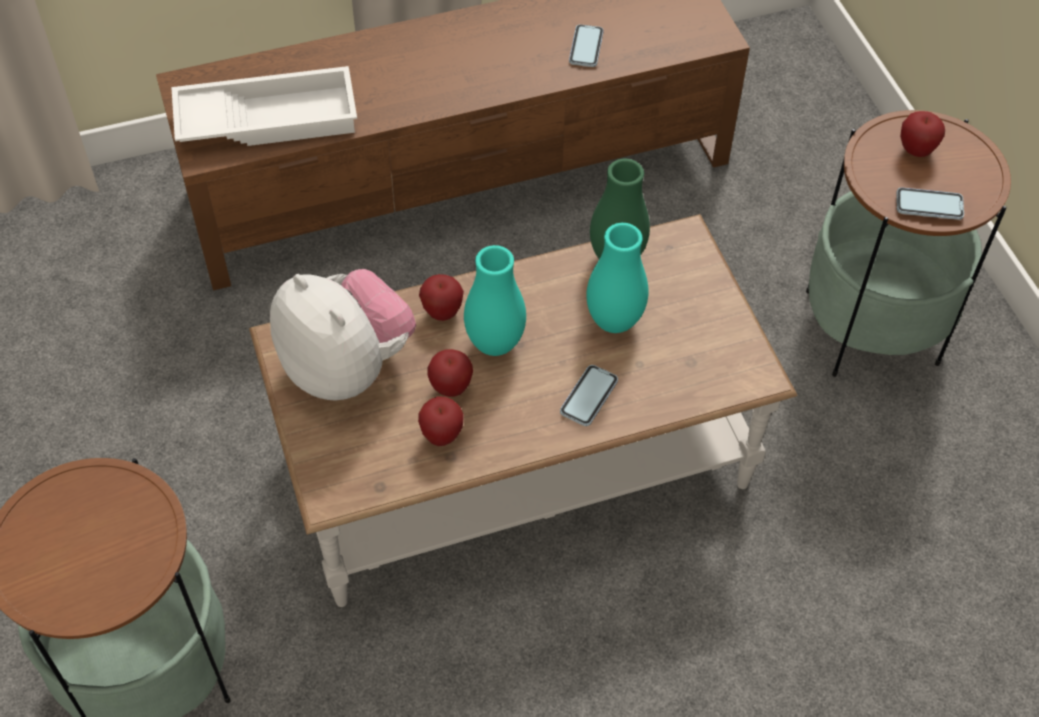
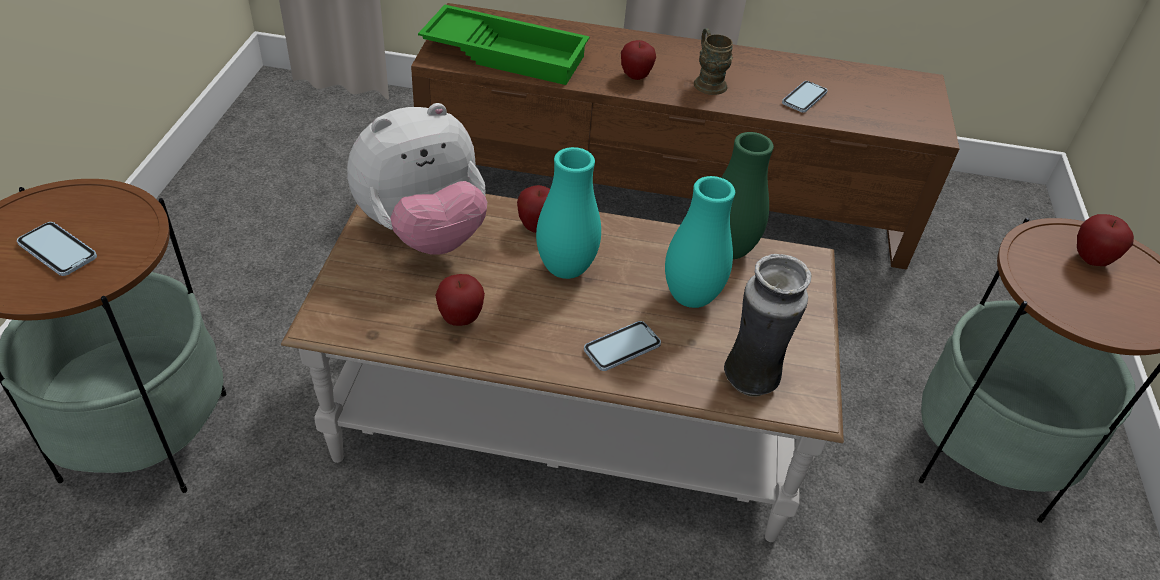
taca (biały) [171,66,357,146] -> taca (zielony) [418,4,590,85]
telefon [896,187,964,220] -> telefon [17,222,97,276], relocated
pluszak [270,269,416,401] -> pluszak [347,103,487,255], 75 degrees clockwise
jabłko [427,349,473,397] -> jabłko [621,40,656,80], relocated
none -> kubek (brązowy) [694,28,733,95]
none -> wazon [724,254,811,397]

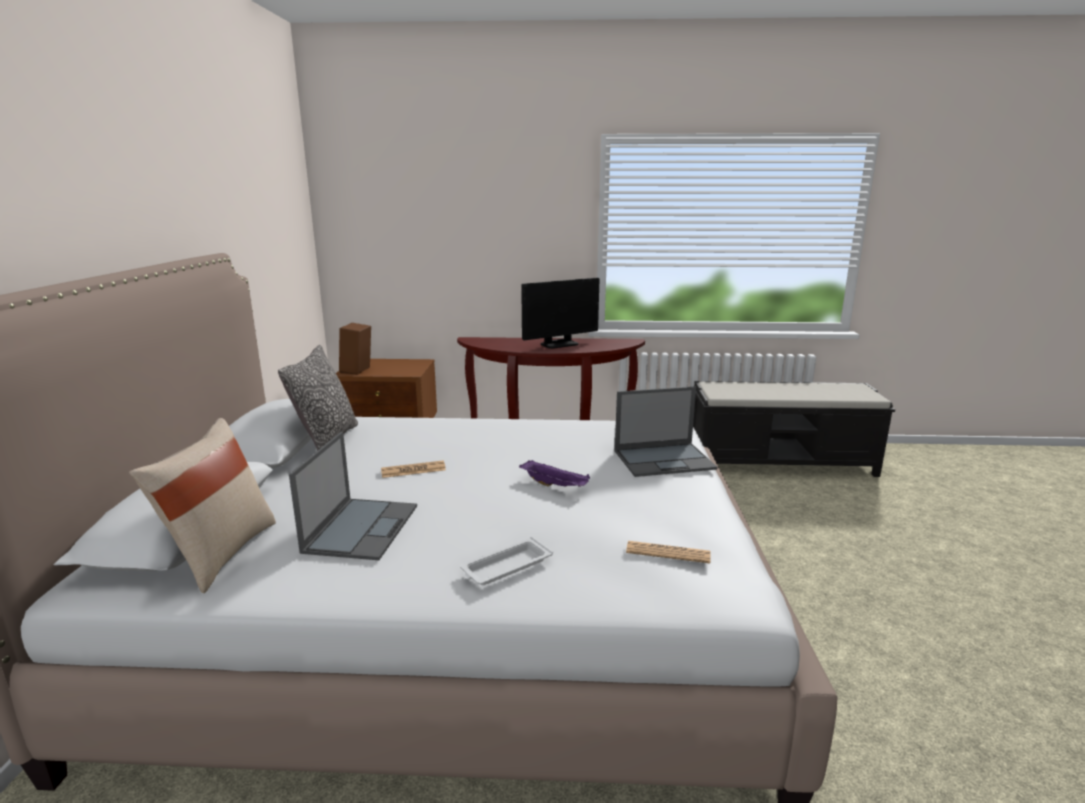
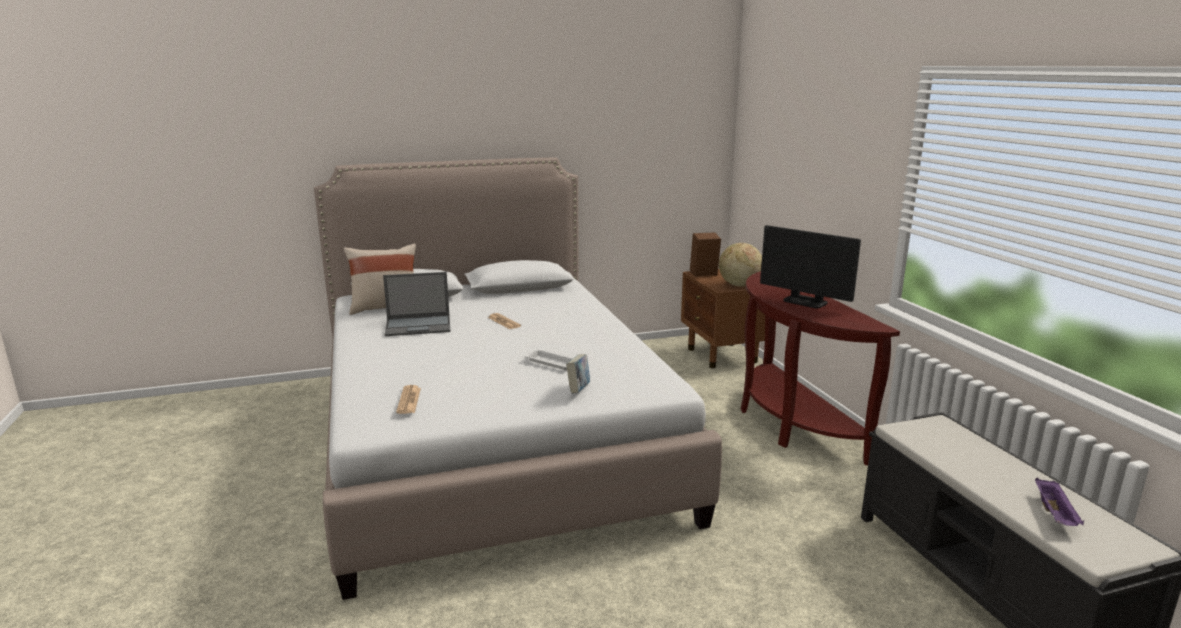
poduszka [278,345,358,451] -> none
laptop [615,386,717,477] -> książka [566,354,590,394]
taca (fioletowy) [519,460,590,487] -> taca (fioletowy) [1035,478,1084,526], relocated
taca (biały) [460,537,553,585] -> taca (biały) [524,349,573,370], relocated
none -> globus [719,243,762,287]

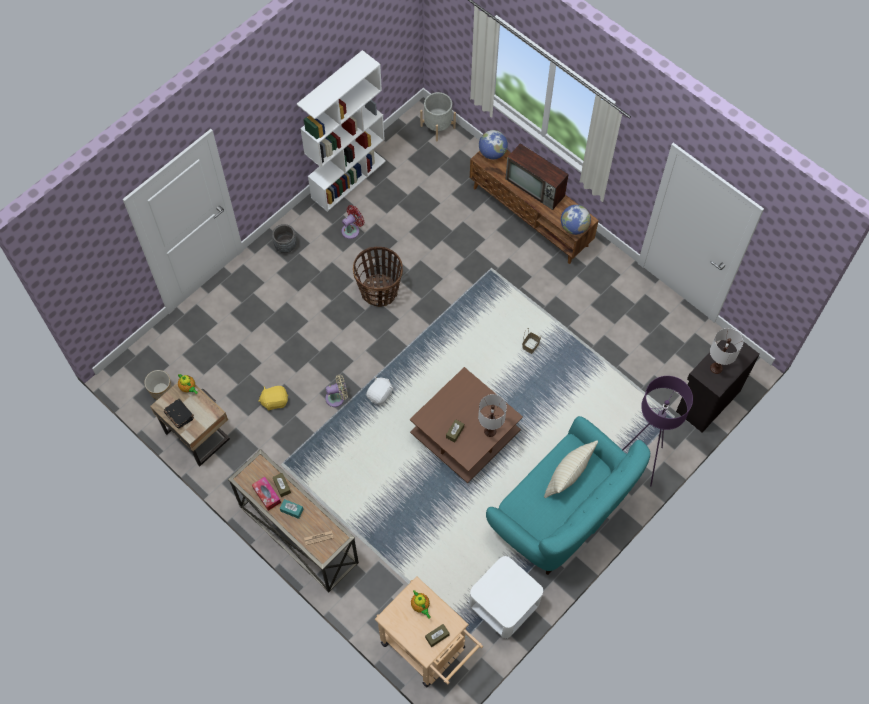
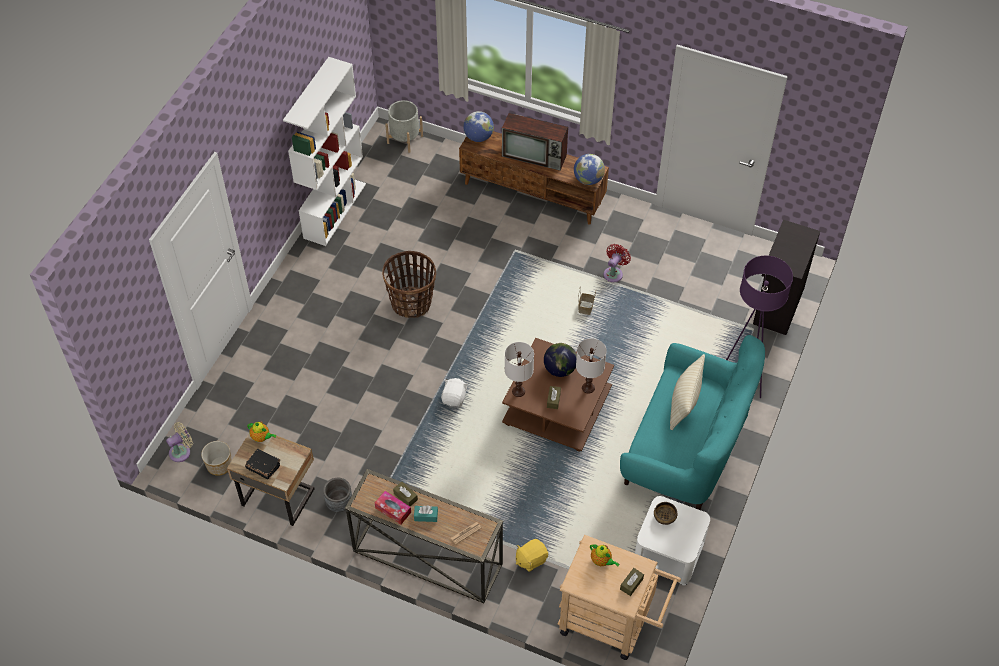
wentylator (czerwony) [341,205,364,239] -> wentylator (czerwony) [603,244,631,282], relocated
donica (szary) [272,224,297,253] -> donica (szary) [323,478,352,512], relocated
lampa stołowa (biały) [710,328,743,374] -> lampa stołowa (biały) [505,342,534,397], relocated
wentylator (beżowy) [325,375,348,407] -> wentylator (beżowy) [166,422,193,462], relocated
pluszak (żółty) [258,386,288,411] -> pluszak (żółty) [516,539,548,572], relocated
none -> globus [544,343,577,377]
none -> miska [654,502,677,525]

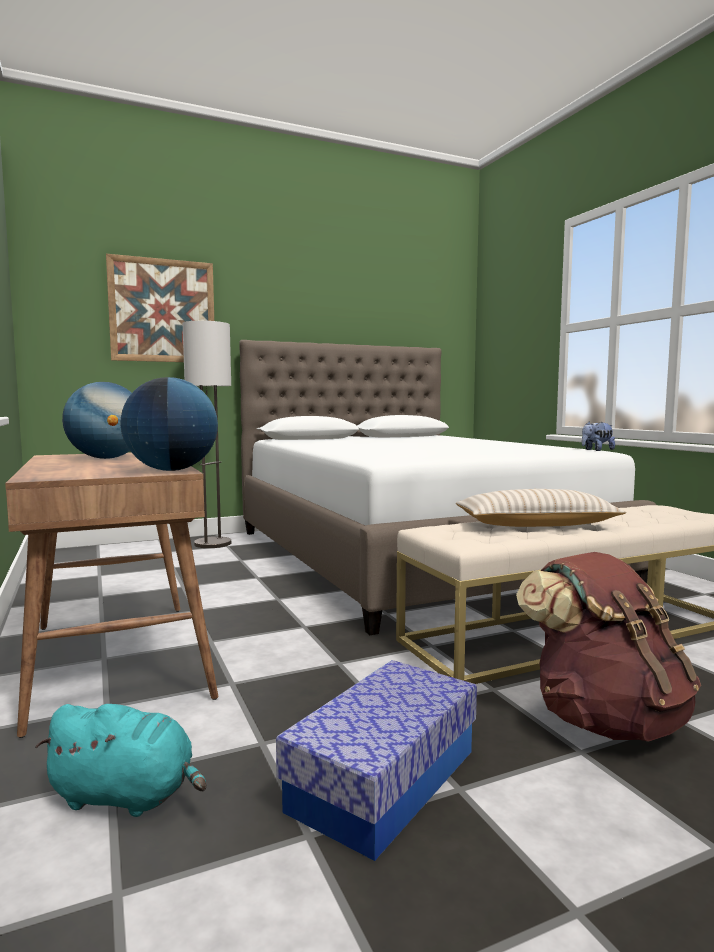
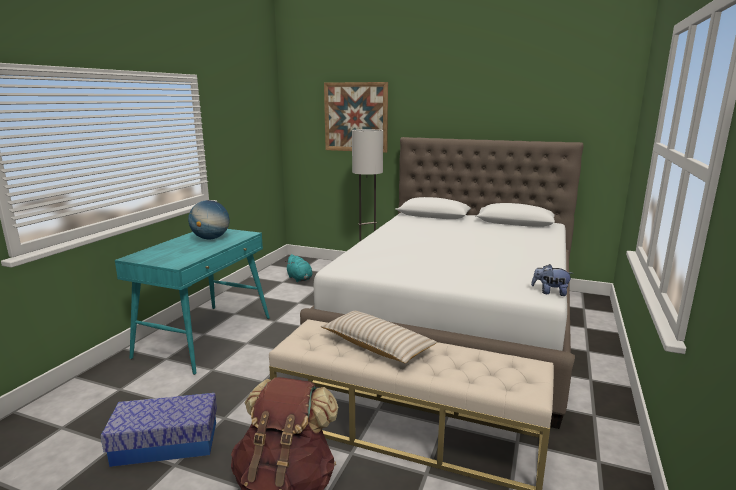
globus [120,377,218,471] -> none
biurko (brązowy) [5,452,218,738] -> biurko (turkusowy) [115,229,270,375]
pluszak (turkusowy) [35,704,206,817] -> pluszak (turkusowy) [285,254,312,282], relocated

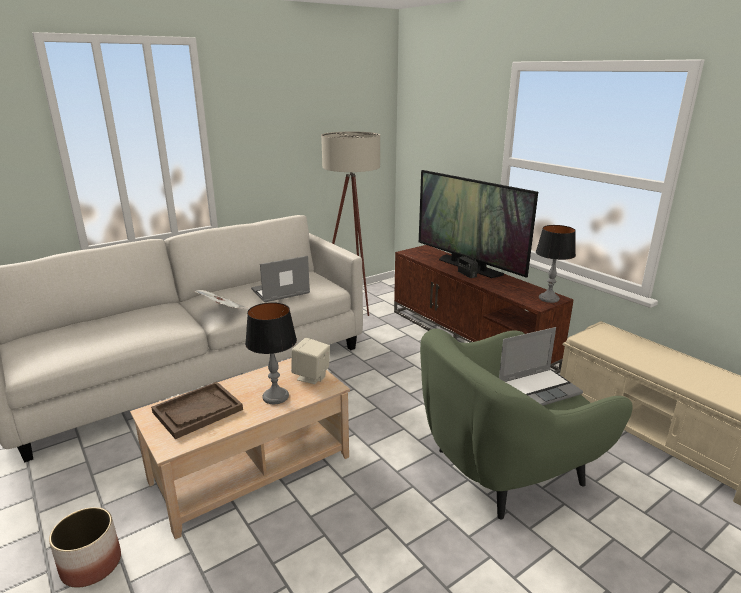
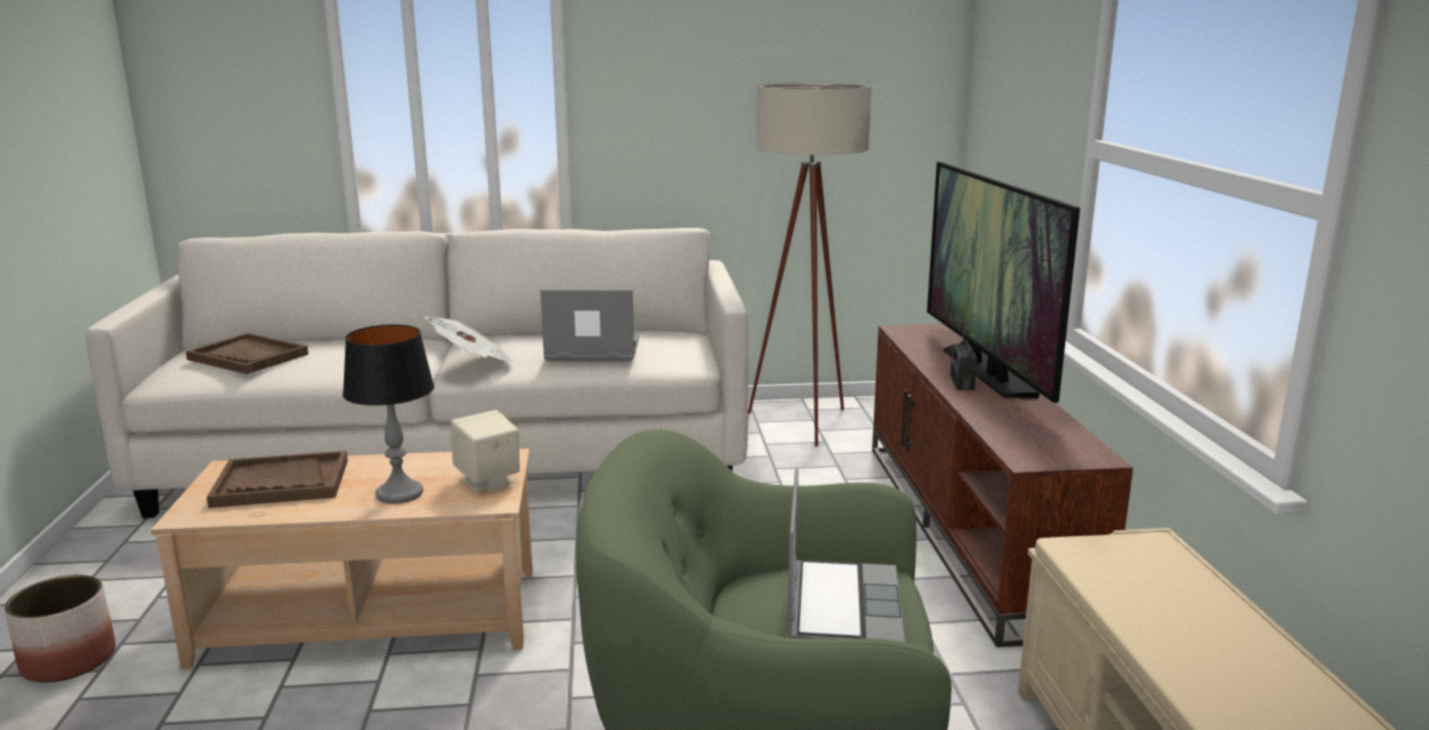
lampa stołowa [536,225,576,303] -> none
laptop [499,327,583,406] -> laptop [787,468,905,642], 90 degrees counterclockwise
none -> taca (brązowy) [186,333,308,374]

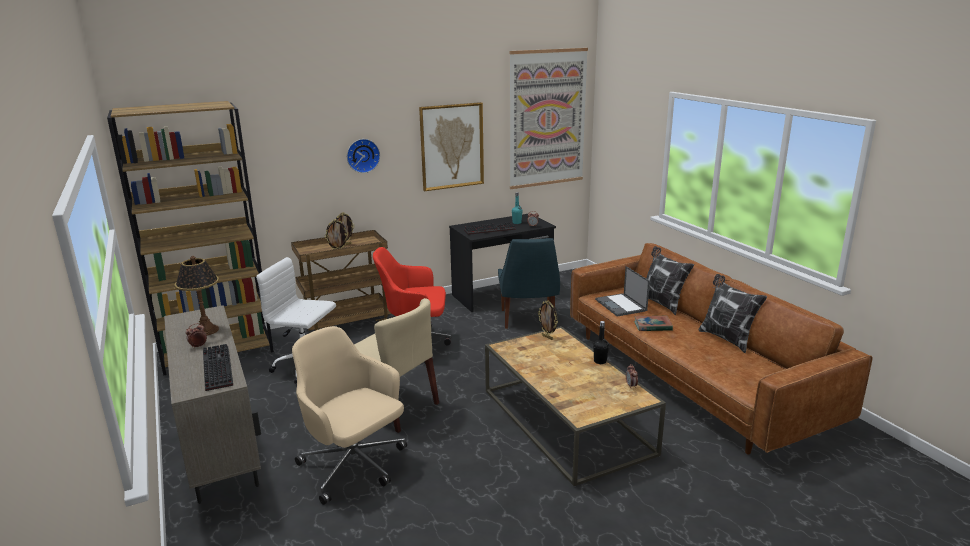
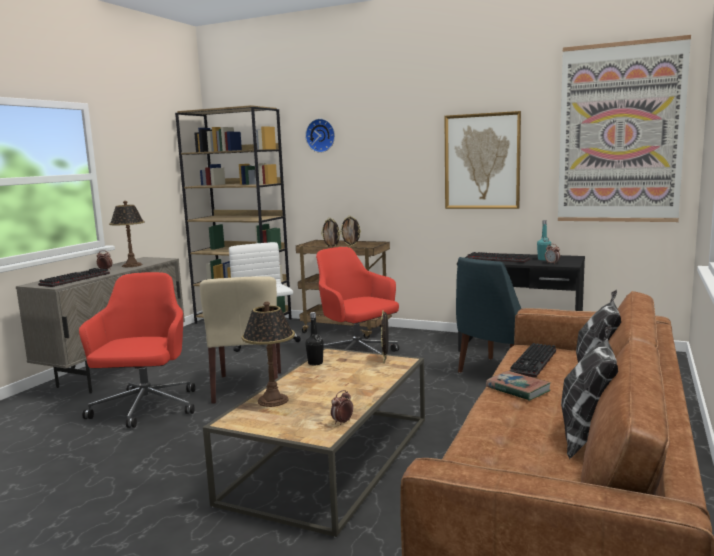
zegar ścienny [347,139,380,173] -> zegar ścienny [305,119,335,153], relocated
laptop [595,266,650,317] -> klawiatura [509,343,556,378]
butelka (czarny) [593,321,609,364] -> butelka (czarny) [305,312,324,366], relocated
krzesło biurowe (beżowy) [292,326,407,505] -> krzesło biurowe (czerwony) [79,272,195,428]
none -> lampa stołowa [242,301,295,407]

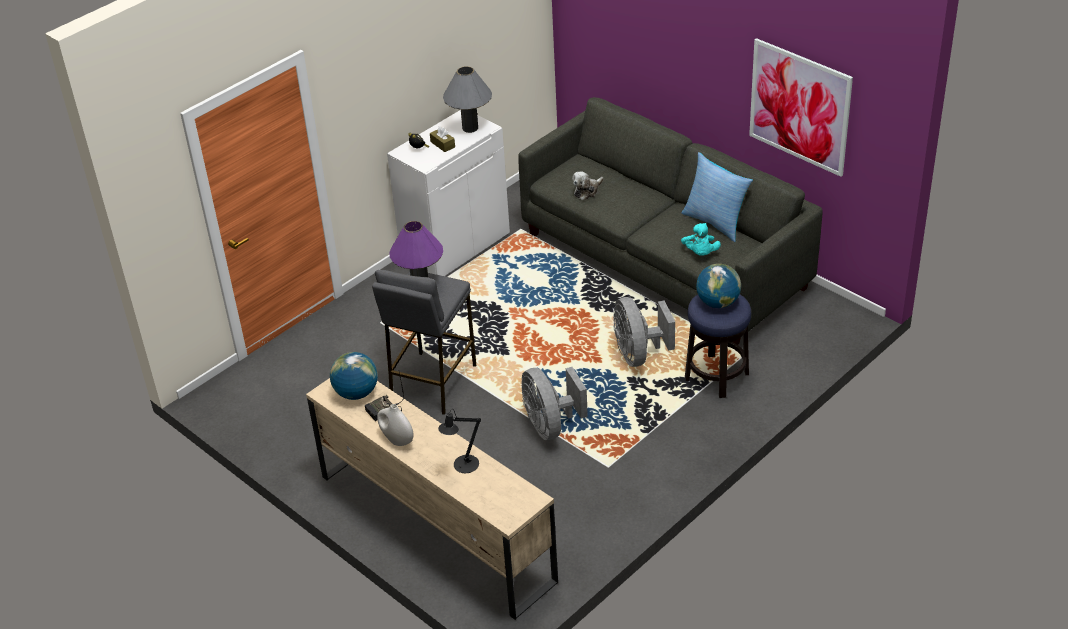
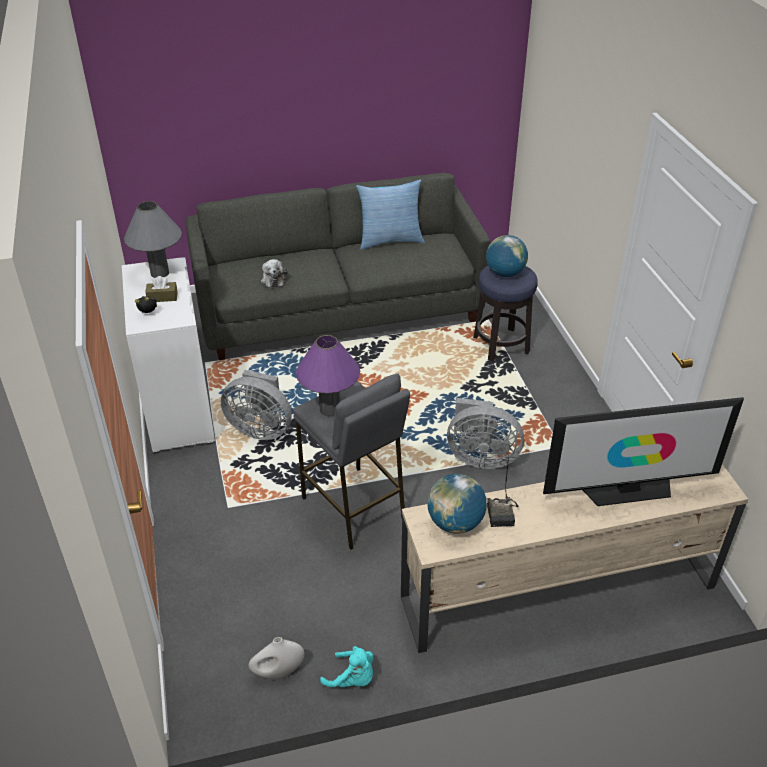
obraz [749,38,853,177] -> none
pluszak (turkusowy) [681,223,721,256] -> pluszak (turkusowy) [320,646,374,687], relocated
wentylator (szary) [613,297,675,367] -> wentylator (szary) [221,370,292,440], relocated
wazon (biały) [377,404,414,446] -> wazon (biały) [249,637,304,680], relocated
lampa stołowa (czarny) [438,409,481,473] -> telewizor [543,397,744,506]

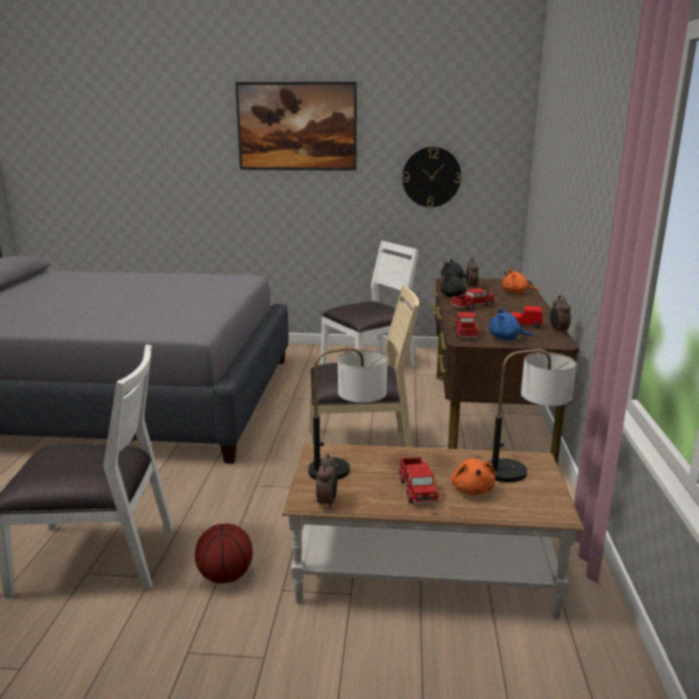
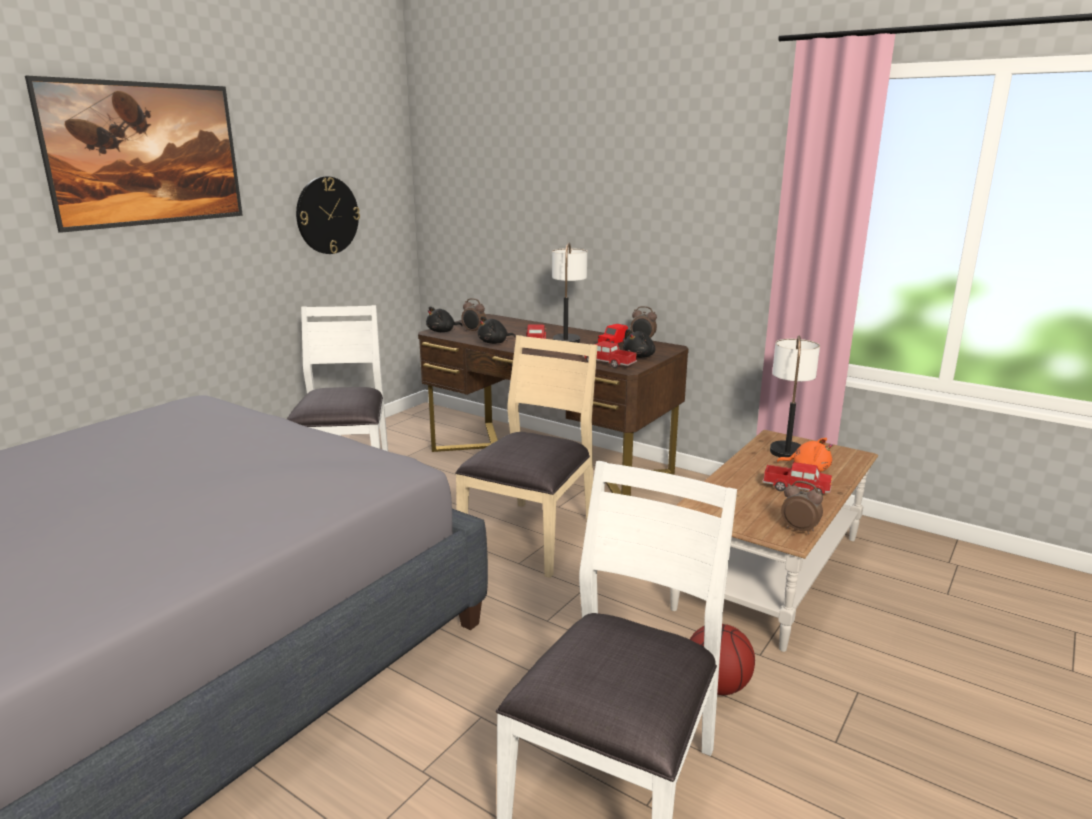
pluszak (pomarańczowy) [502,269,538,294] -> none
pluszak (niebieski) [489,308,534,340] -> pluszak (czarny) [623,329,655,358]
lampa stołowa [308,347,387,480] -> lampa stołowa [552,243,587,343], relocated

